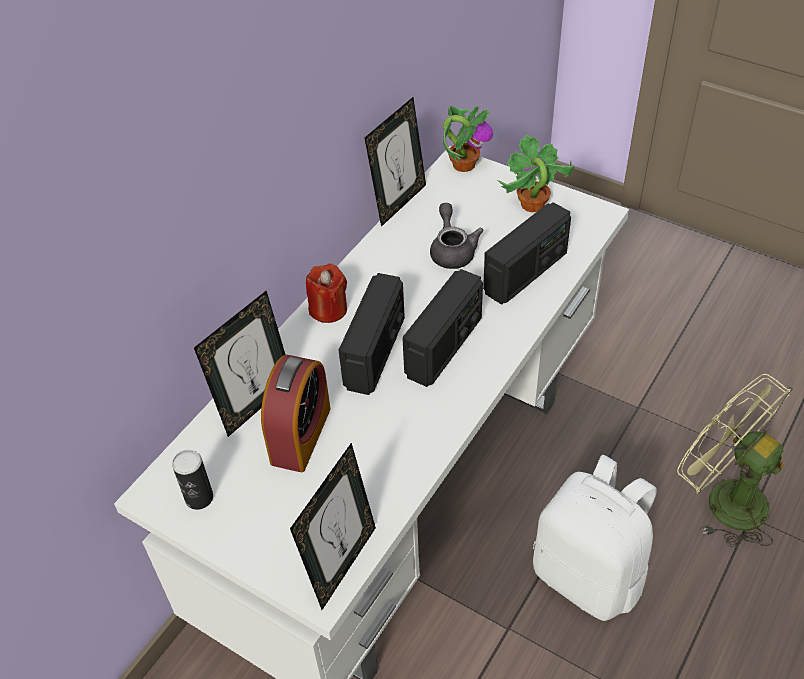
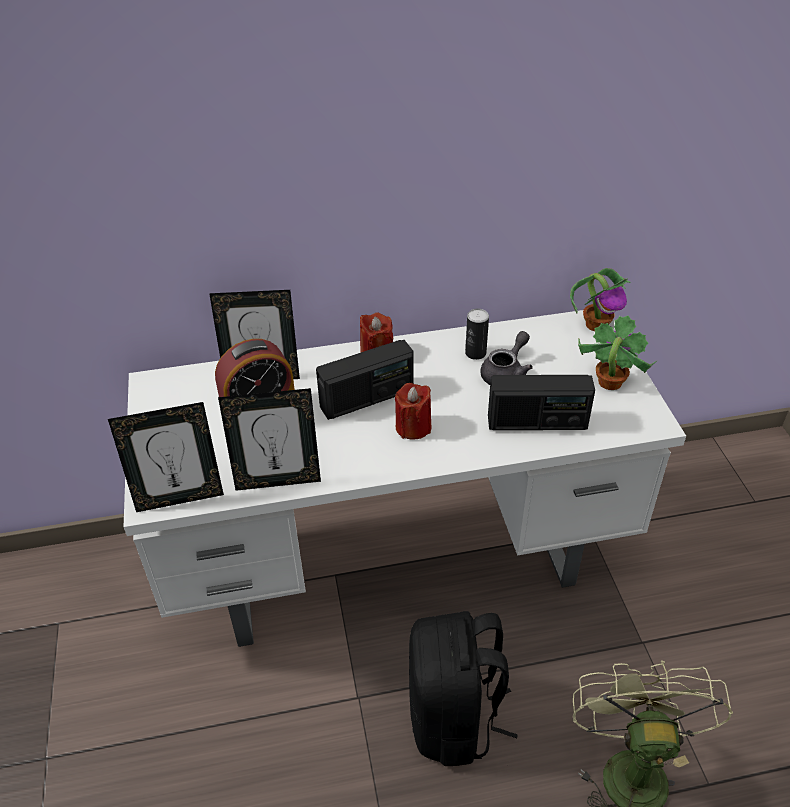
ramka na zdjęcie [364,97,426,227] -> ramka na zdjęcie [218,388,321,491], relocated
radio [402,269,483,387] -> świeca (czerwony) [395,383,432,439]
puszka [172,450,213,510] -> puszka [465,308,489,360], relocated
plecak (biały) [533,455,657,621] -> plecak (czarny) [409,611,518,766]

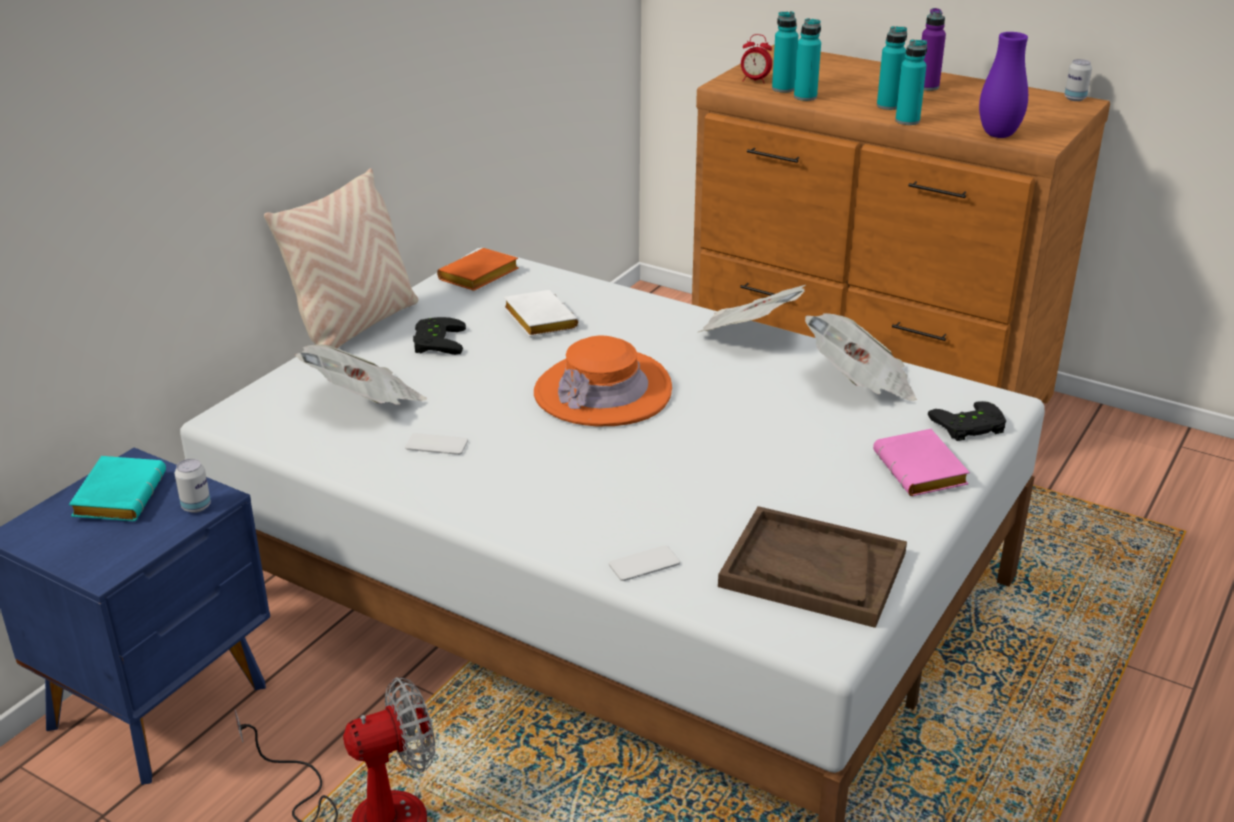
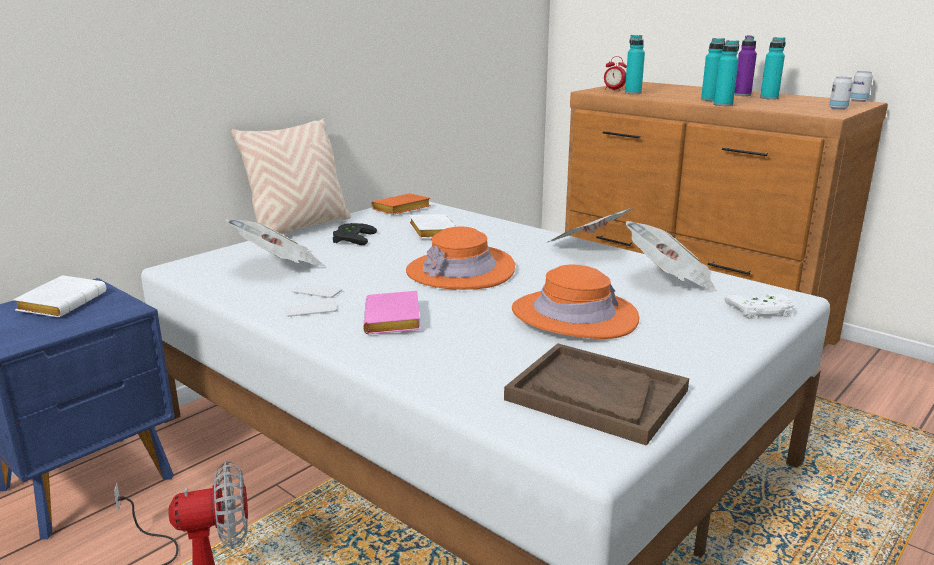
butelka (turkusowy) [794,18,821,101] -> butelka (turkusowy) [760,37,786,99], relocated
wazon (fioletowy) [979,32,1028,138] -> none
pad do gier (czarny) [928,401,1006,441] -> pad do gier (biały) [724,293,794,319]
książka (różowy) [873,429,970,496] -> książka (różowy) [363,291,421,334], relocated
książka (turkusowy) [69,456,166,521] -> książka (biały) [13,275,106,317]
puszka [175,459,211,513] -> puszka [829,77,853,110], relocated
telefon [609,545,680,581] -> telefon [285,301,337,317], relocated
none -> kapelusz (pomarańczowy) [512,265,639,339]

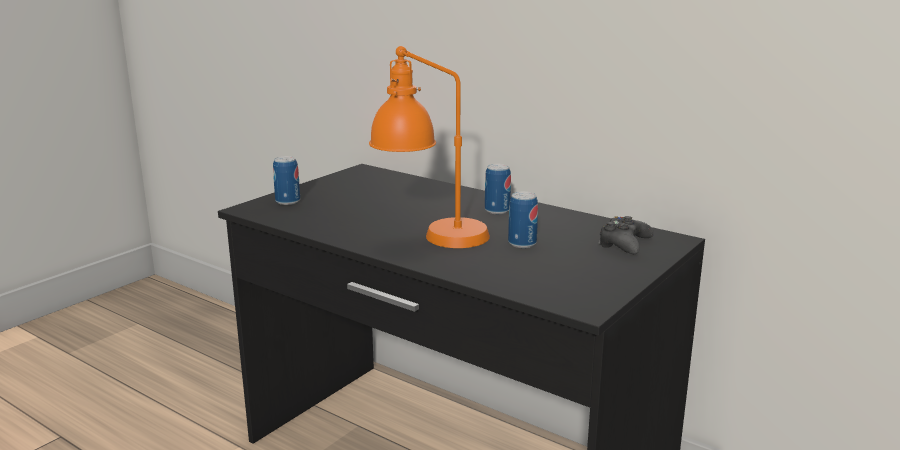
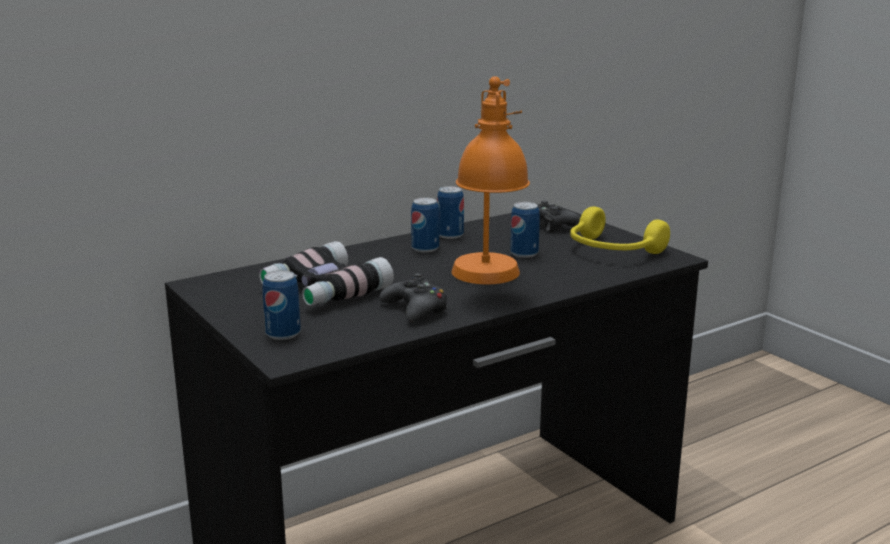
none -> puszka [437,186,464,239]
none -> słuchawki (żółty) [570,207,670,254]
none -> lornetka [259,241,394,306]
none -> pad do gier (czarny) [379,273,448,322]

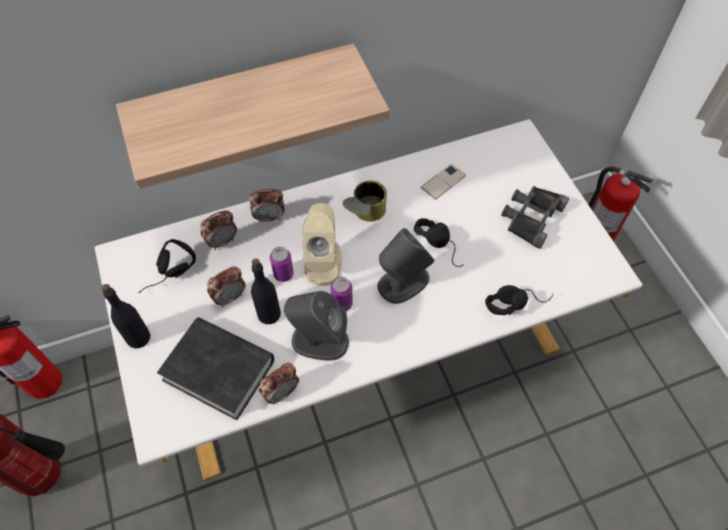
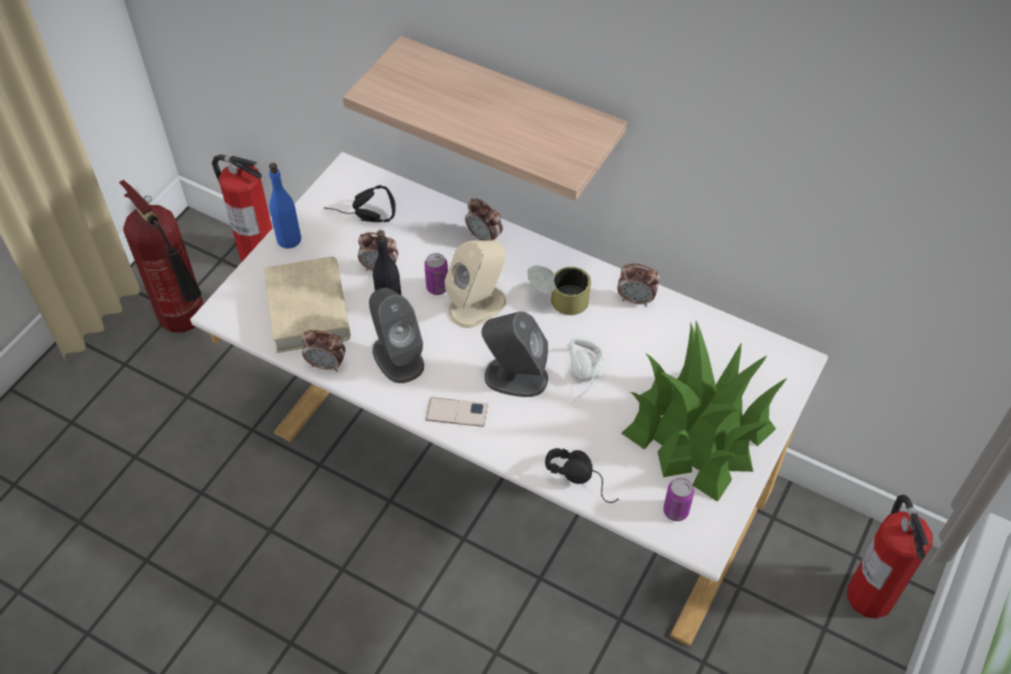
telefon [421,164,466,200] -> telefon [426,397,488,427], relocated
lornetka (czarny) [501,186,569,249] -> roślina doniczkowa [621,321,787,502]
budzik [200,210,237,250] -> budzik [617,263,660,307], relocated
słuchawki (czarny) [414,218,464,267] -> słuchawki (biały) [567,338,605,408]
puszka [331,277,353,311] -> puszka [663,478,694,521], relocated
butelka (czarny) [102,284,150,349] -> butelka (niebieski) [269,163,301,249]
książka (czarny) [157,317,274,420] -> książka (beżowy) [264,257,351,353]

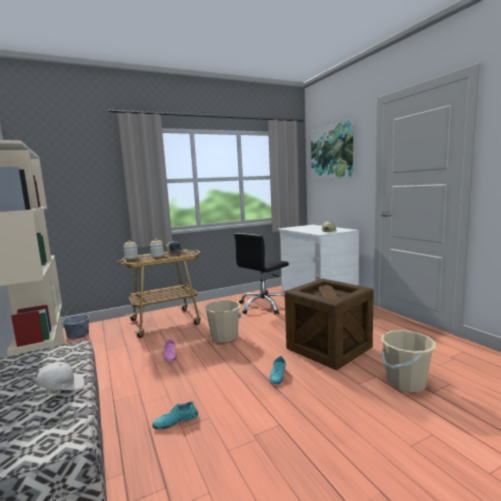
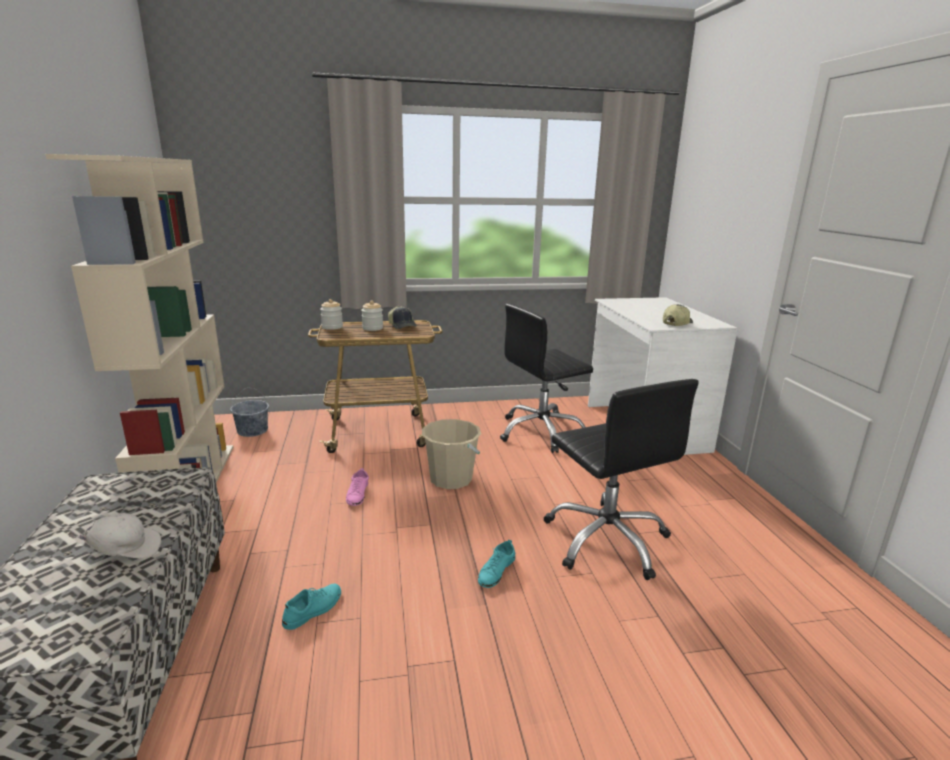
obraz [311,119,353,180] -> none
skrzynka [285,278,374,370] -> krzesło biurowe (czarny) [543,379,699,580]
wiadro (beżowy) [381,330,436,392] -> none
but (turkusowy) [152,401,198,430] -> but (turkusowy) [282,584,341,630], 135 degrees clockwise

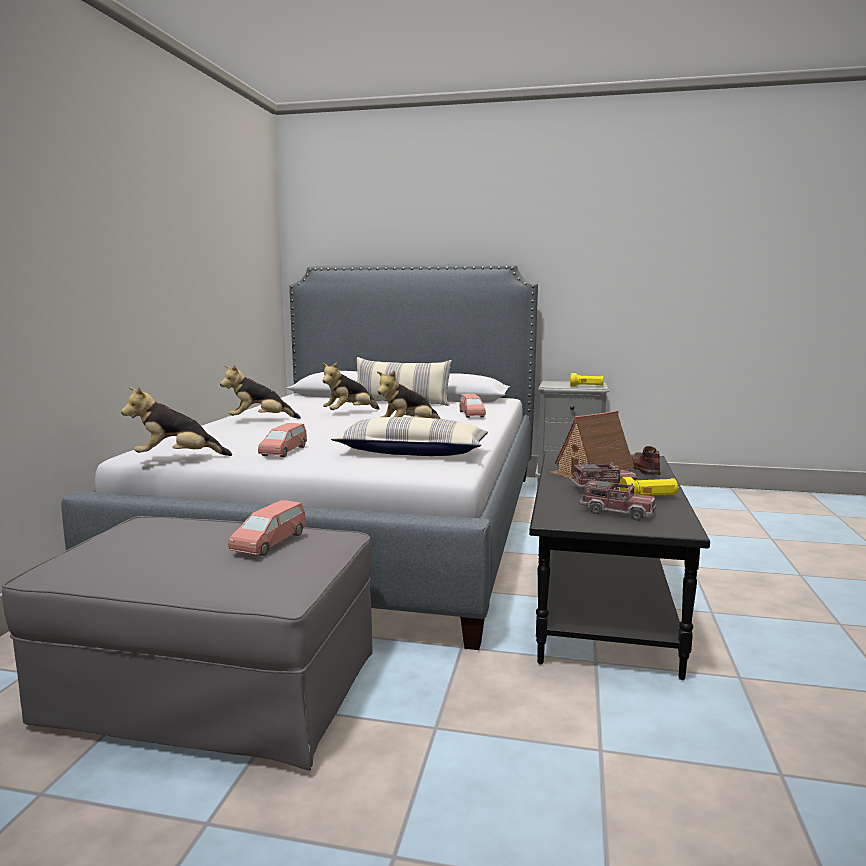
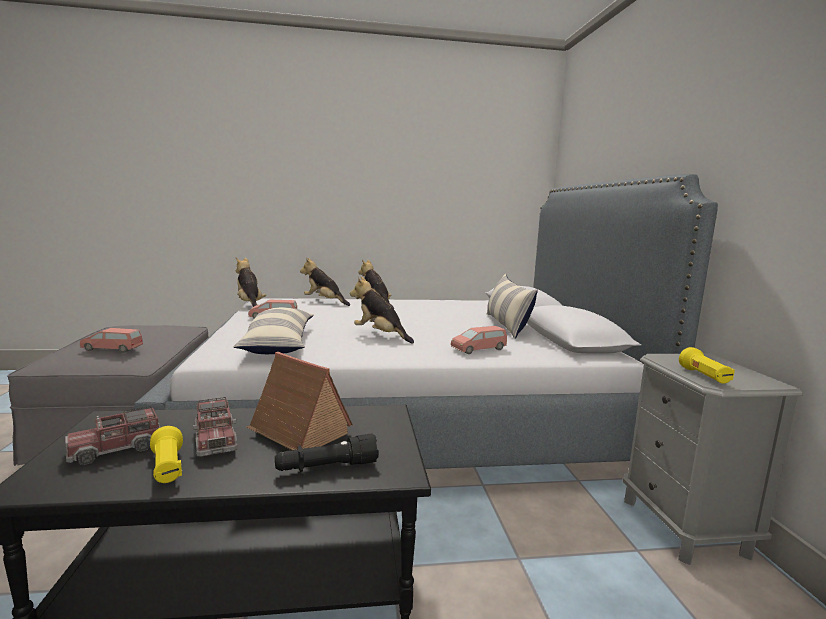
pluszak [321,362,380,410] -> pluszak [300,258,350,306], relocated
but (brązowy) [632,446,660,475] -> latarka (czarny) [275,434,379,472]
ciężarówka zabawkowa [580,478,656,521] -> ciężarówka zabawkowa [65,406,161,465], 45 degrees clockwise

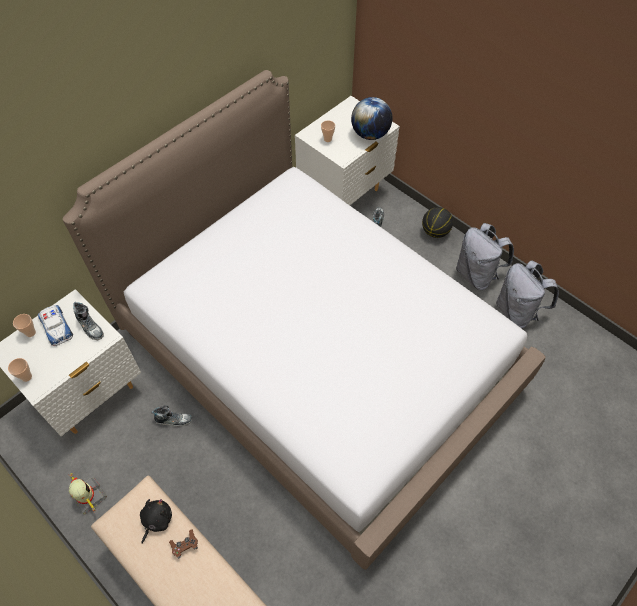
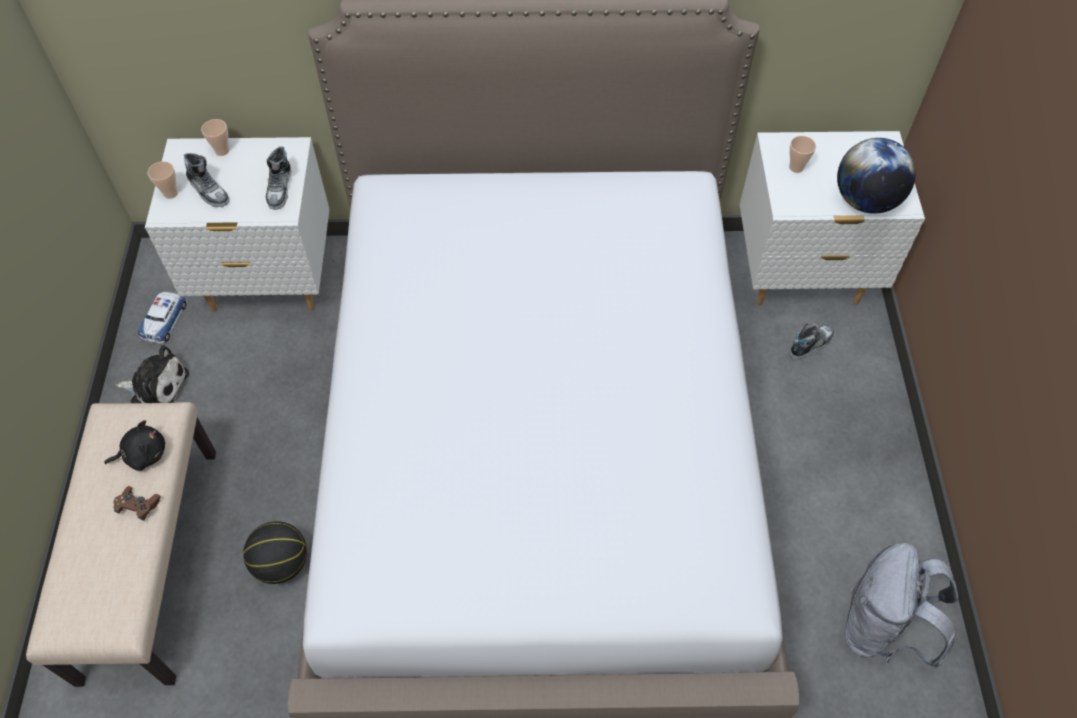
piłka do koszykówki [422,207,453,238] -> piłka do koszykówki [243,521,307,584], relocated
plecak (szary) [456,223,514,290] -> none
samochodzik [38,305,73,346] -> samochodzik [138,292,188,344], relocated
but [151,405,192,427] -> but [184,153,229,207], relocated
robot zabawkowy [69,474,107,514] -> pluszak [116,345,189,403]

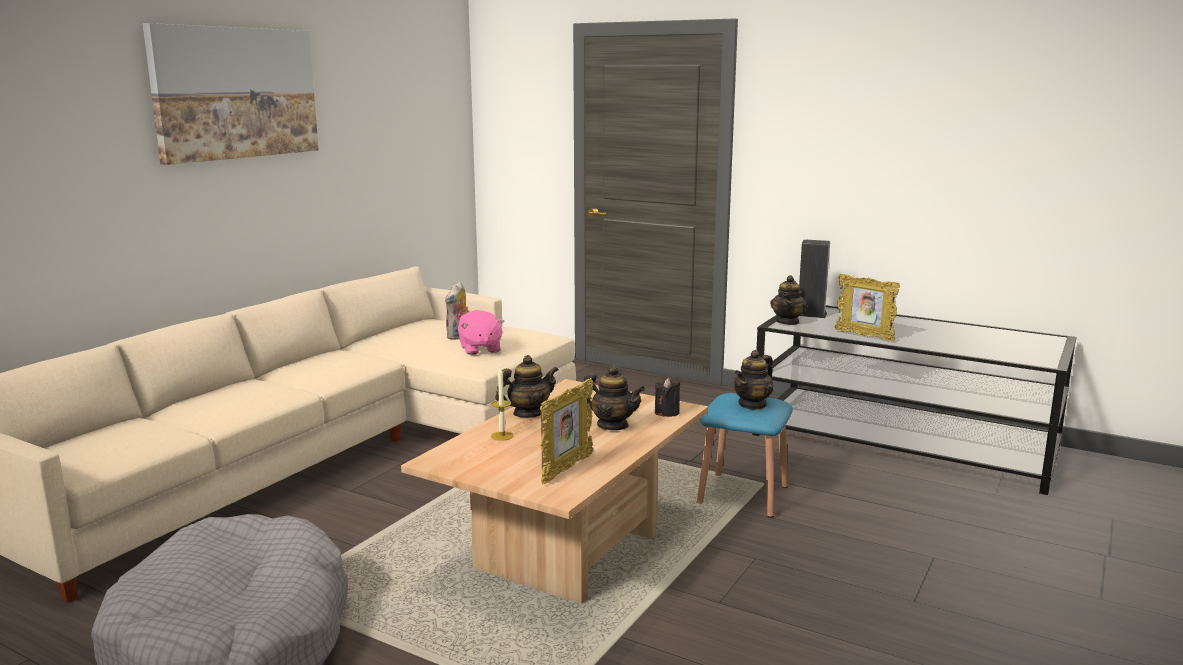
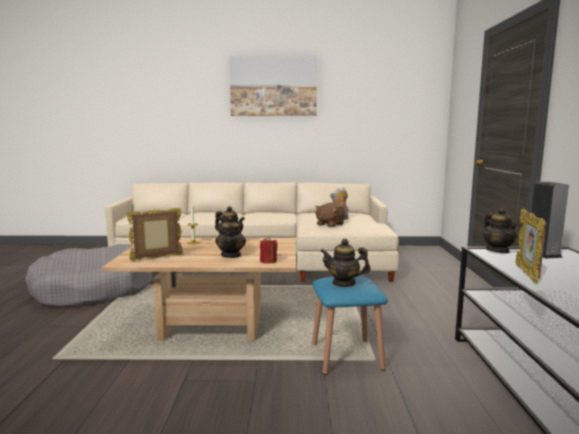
imbryk [770,275,807,325] -> imbryk [483,208,518,253], 90 degrees counterclockwise
pluszak (różowy) [458,310,505,355] -> pluszak (brązowy) [315,202,345,227]
ramka na zdjęcie [540,378,593,484] -> ramka na zdjęcie [126,208,183,260], 150 degrees clockwise
świeca (czarny) [655,378,680,417] -> świeca (czerwony) [260,237,278,263]

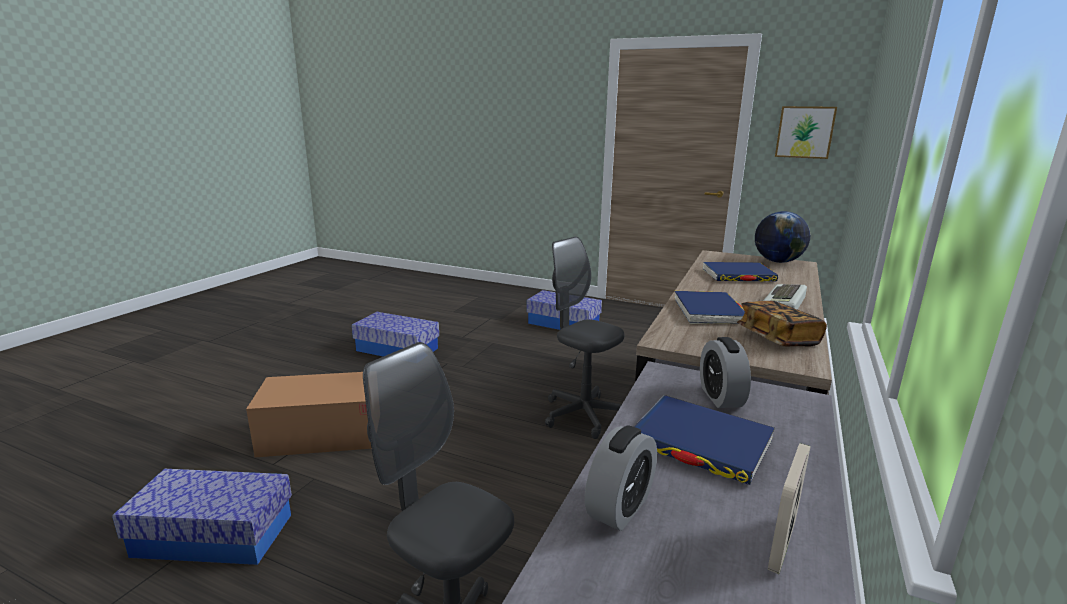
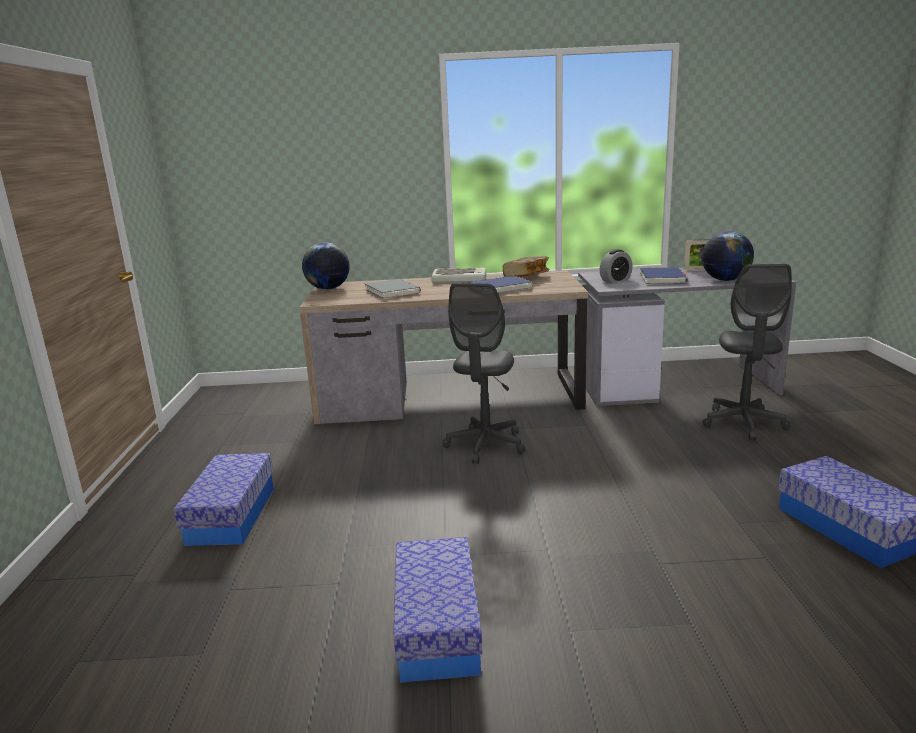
obraz [775,106,837,159] -> none
książka (niebieski) [703,262,778,282] -> książka (szary) [364,279,421,300]
karton [246,372,371,457] -> none
budzik [585,425,657,531] -> globus [702,231,754,281]

